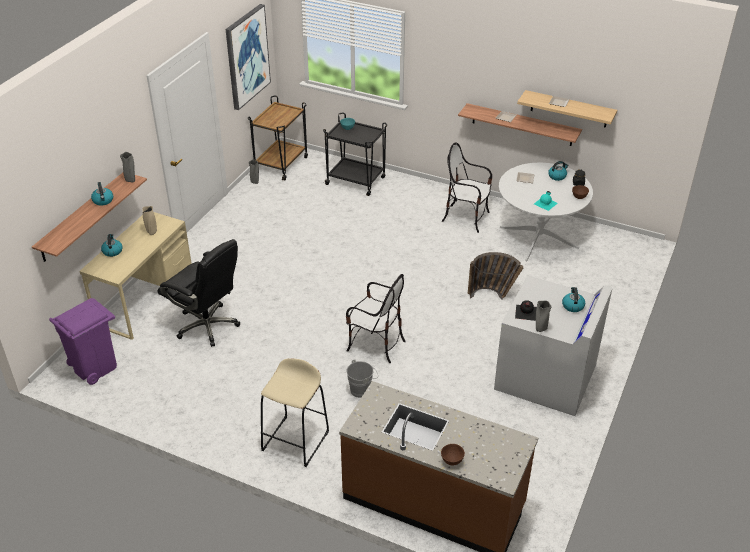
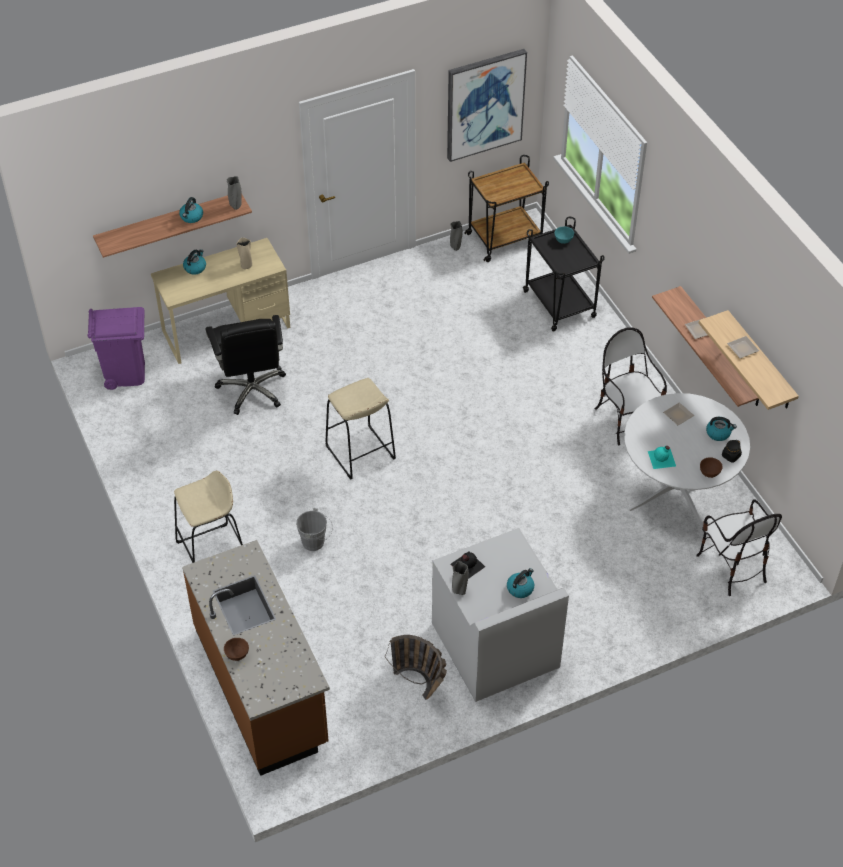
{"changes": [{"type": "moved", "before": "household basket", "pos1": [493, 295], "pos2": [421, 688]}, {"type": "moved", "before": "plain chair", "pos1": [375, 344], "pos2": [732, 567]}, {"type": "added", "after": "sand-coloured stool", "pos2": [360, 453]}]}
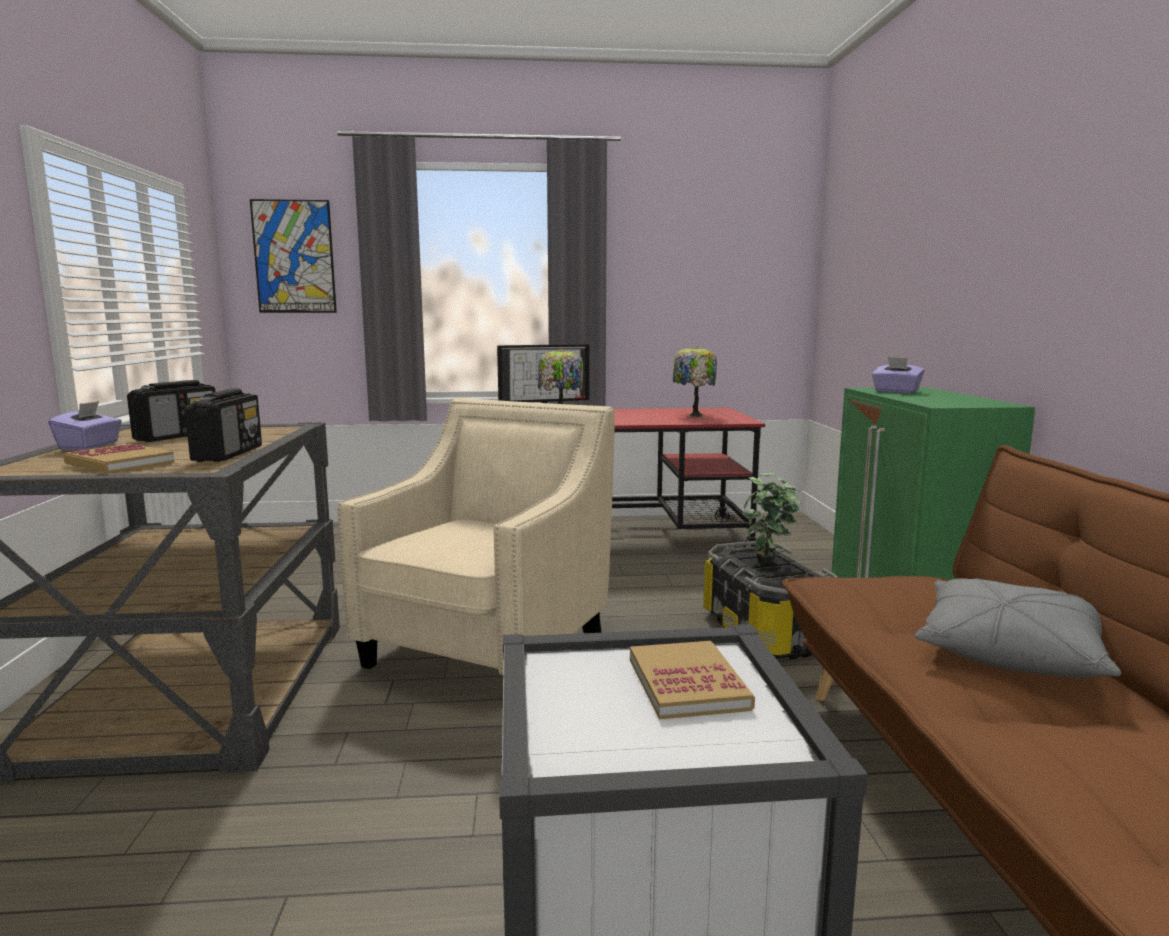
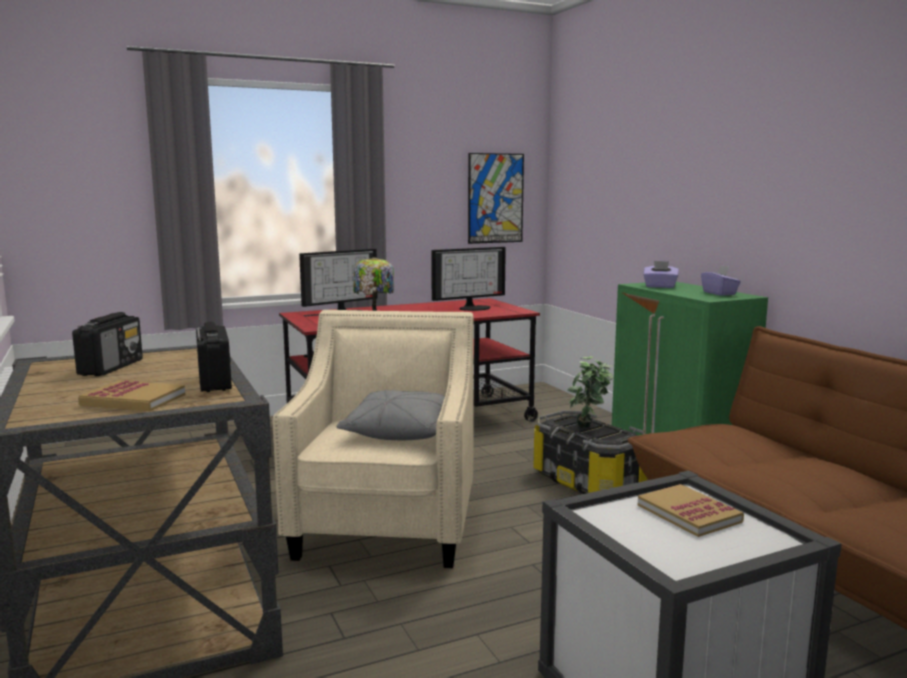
{"changes": [{"type": "moved", "before": "picture", "pos1": [294, 257], "pos2": [495, 198]}, {"type": "replaced", "before": "lamp for a table", "after": "monitor", "pos1": [693, 415], "pos2": [473, 308]}, {"type": "moved", "before": "purple-coloured tissue holder", "pos1": [90, 446], "pos2": [719, 293]}, {"type": "moved", "before": "grey pillow", "pos1": [1008, 651], "pos2": [400, 432]}]}
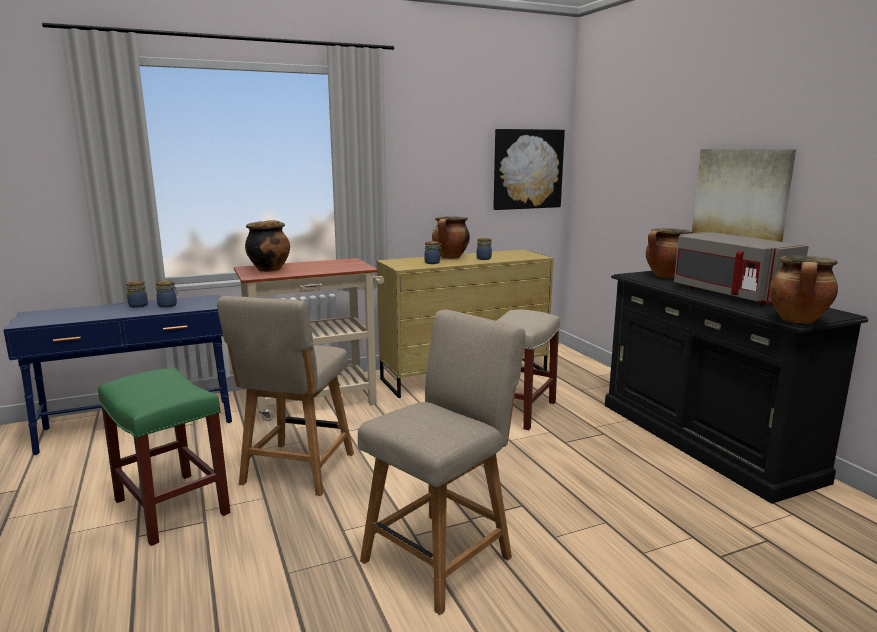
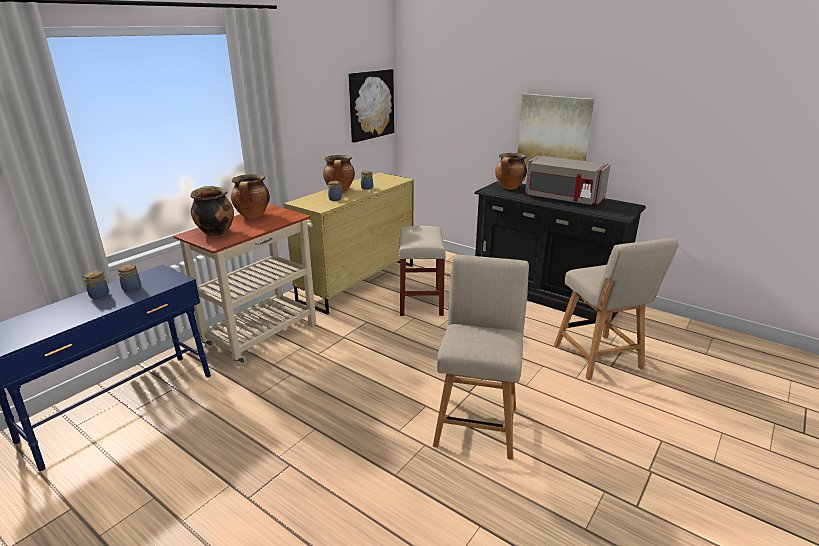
{"changes": [{"type": "moved", "before": "stockpot", "pos1": [798, 320], "pos2": [253, 216]}, {"type": "moved", "before": "sand-coloured plain chair", "pos1": [296, 471], "pos2": [599, 359]}, {"type": "removed", "before": "greenish stool", "pos1": [173, 507]}]}
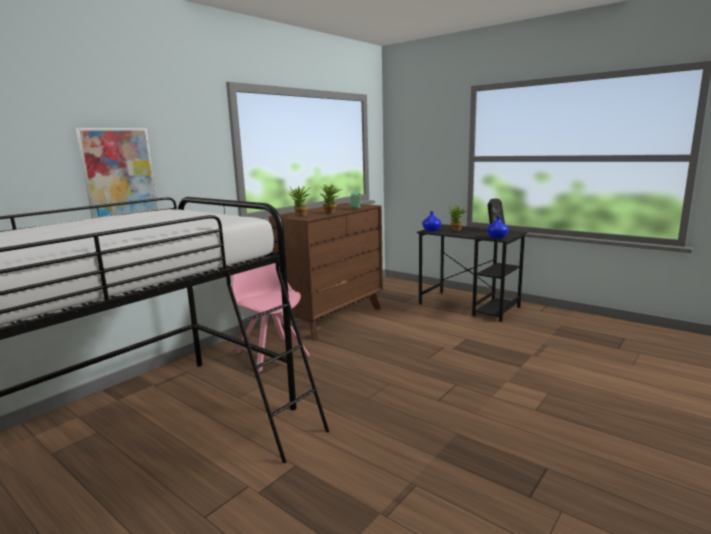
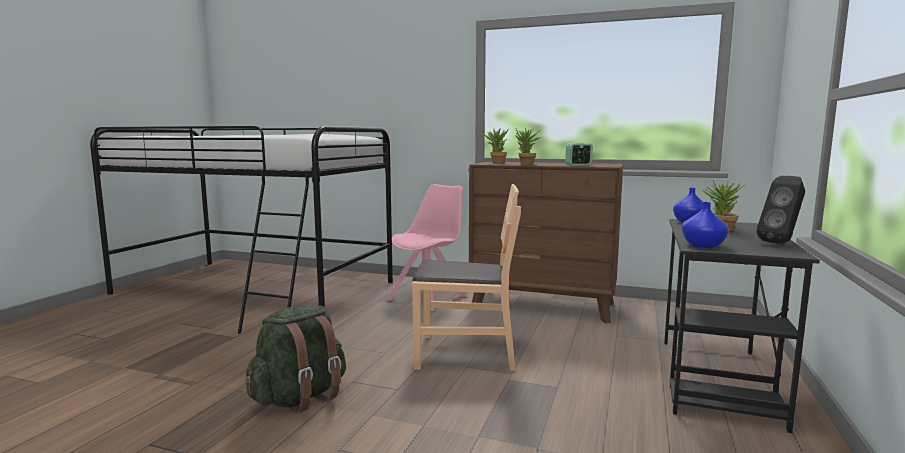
{"changes": [{"type": "removed", "before": "picture", "pos1": [119, 172]}, {"type": "added", "after": "brown plain chair", "pos2": [465, 353]}, {"type": "added", "after": "greenish knapsack", "pos2": [300, 398]}]}
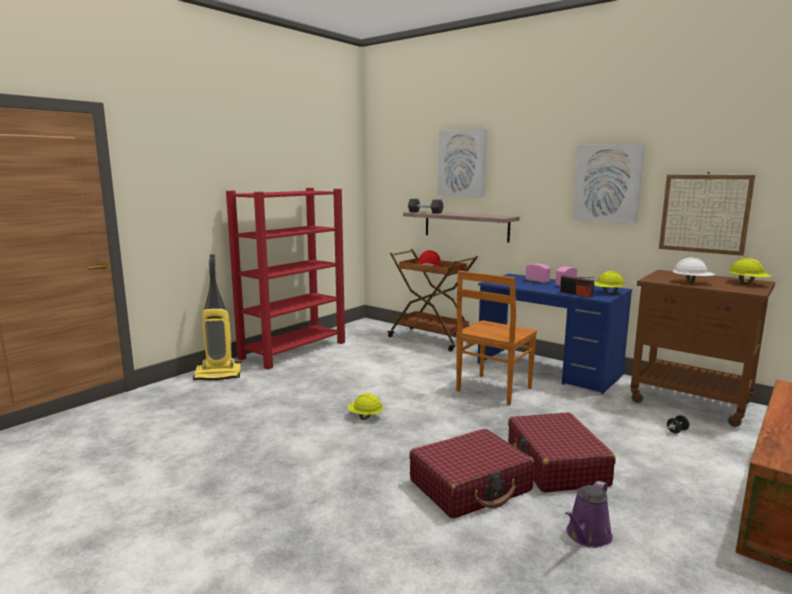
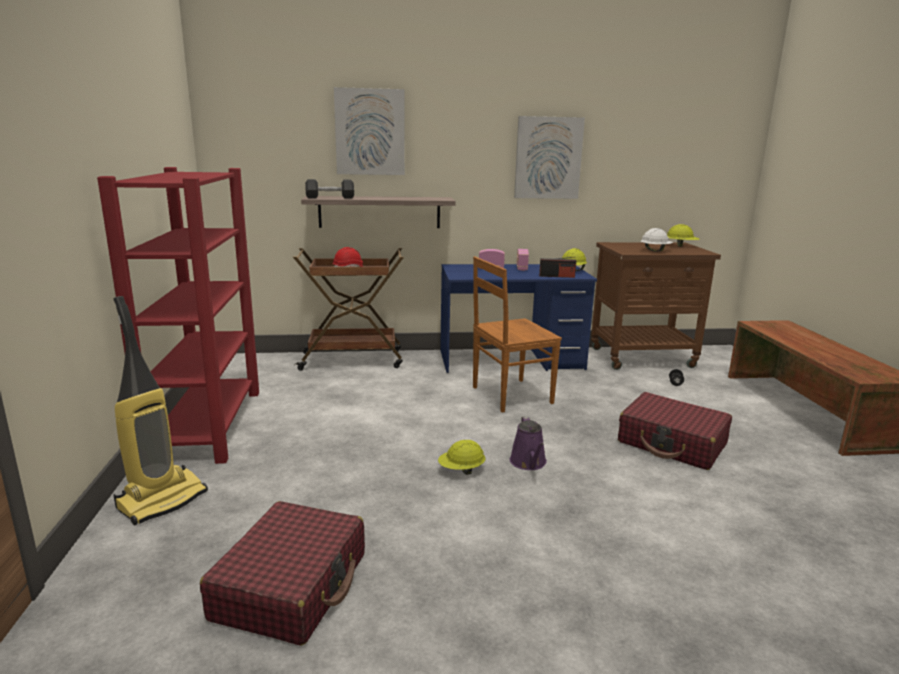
{"changes": [{"type": "removed", "before": "picture", "pos1": [704, 212]}, {"type": "turned", "before": "brown plain chair", "pos1": [493, 390], "pos2": [509, 395], "turn": 75}, {"type": "moved", "before": "red-coloured suitcase", "pos1": [470, 486], "pos2": [292, 586]}, {"type": "moved", "before": "purple-coloured watering can", "pos1": [587, 536], "pos2": [529, 463]}]}
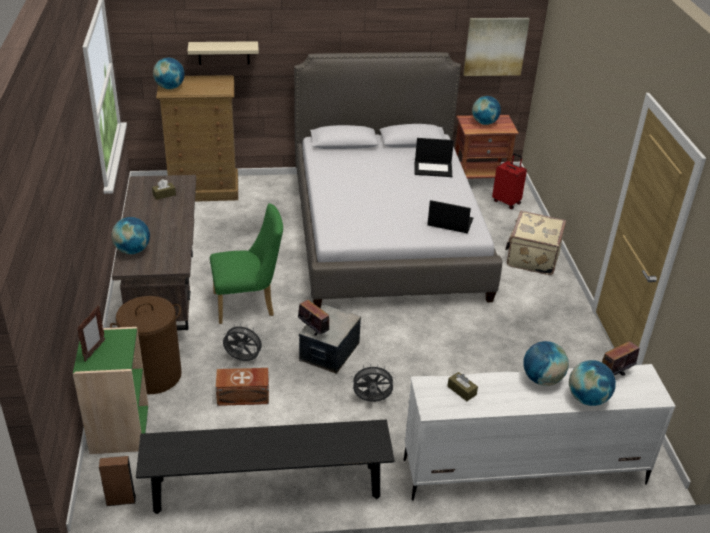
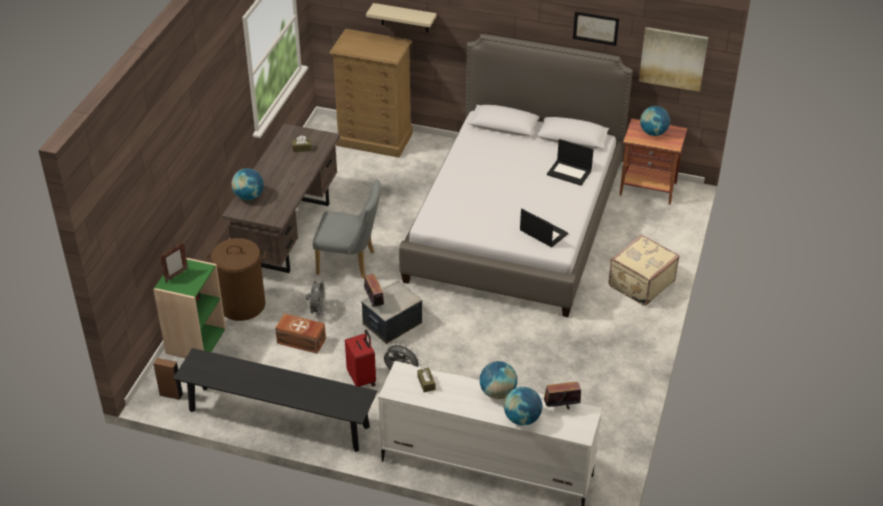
{"changes": [{"type": "removed", "before": "desk globe", "pos1": [170, 87]}, {"type": "moved", "before": "red-coloured suitcase", "pos1": [507, 202], "pos2": [362, 379]}, {"type": "recoloured", "before": "greenish plain chair", "after": "grey plain chair", "pos1": [249, 304], "pos2": [350, 263]}, {"type": "turned", "before": "grey cooling fan", "pos1": [242, 359], "pos2": [318, 311], "turn": 60}, {"type": "added", "after": "picture", "pos2": [595, 28]}]}
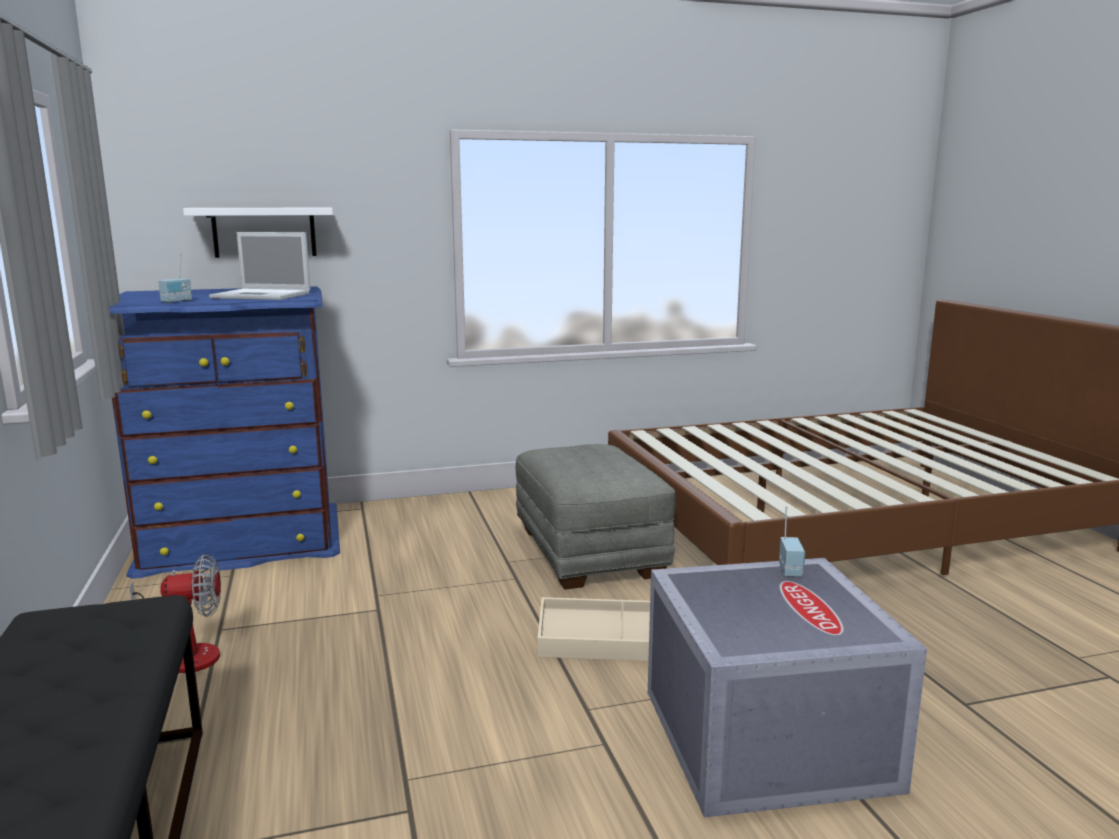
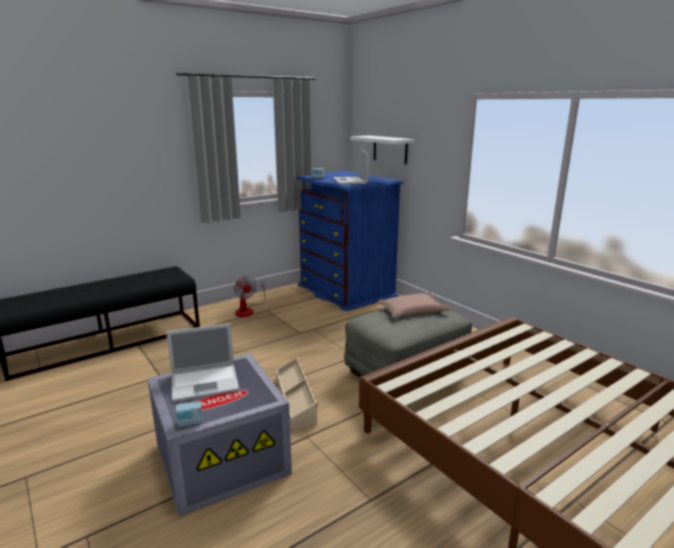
{"changes": [{"type": "moved", "before": "radio", "pos1": [791, 570], "pos2": [190, 423]}, {"type": "added", "after": "sand-coloured pillow", "pos2": [413, 310]}, {"type": "added", "after": "laptop", "pos2": [206, 382]}]}
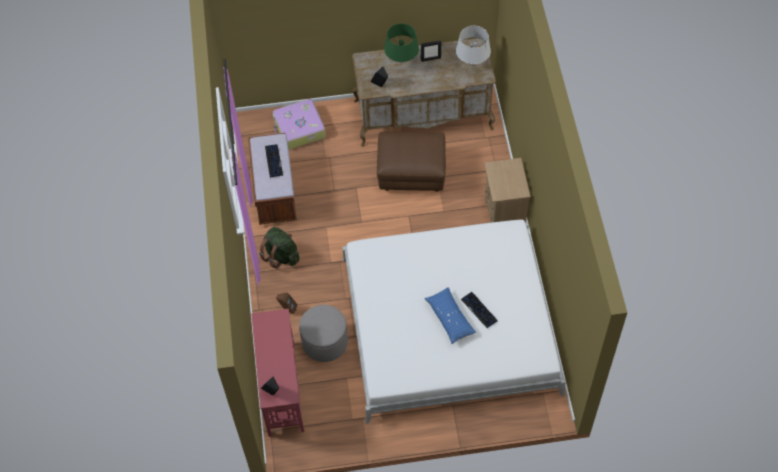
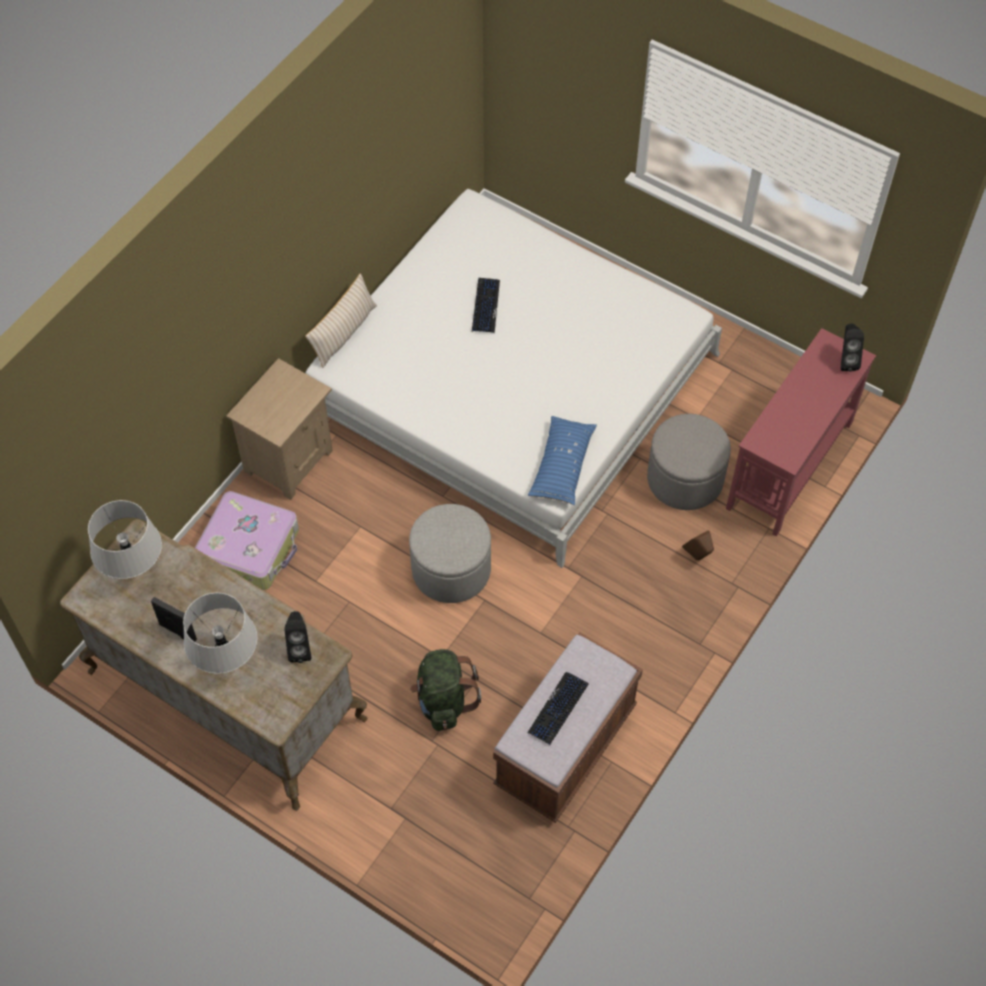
{"changes": [{"type": "recoloured", "before": "greenish lamp for a table", "after": "grey lamp for a table", "pos1": [401, 63], "pos2": [227, 661]}, {"type": "moved", "before": "suitcase", "pos1": [299, 129], "pos2": [250, 547]}, {"type": "removed", "before": "brown pouffe", "pos1": [411, 174]}, {"type": "moved", "before": "greenish knapsack", "pos1": [281, 255], "pos2": [444, 700]}, {"type": "moved", "before": "bluish pillow", "pos1": [449, 318], "pos2": [562, 466]}, {"type": "added", "after": "sand-coloured pillow", "pos2": [344, 333]}, {"type": "added", "after": "grey pouffe", "pos2": [451, 569]}]}
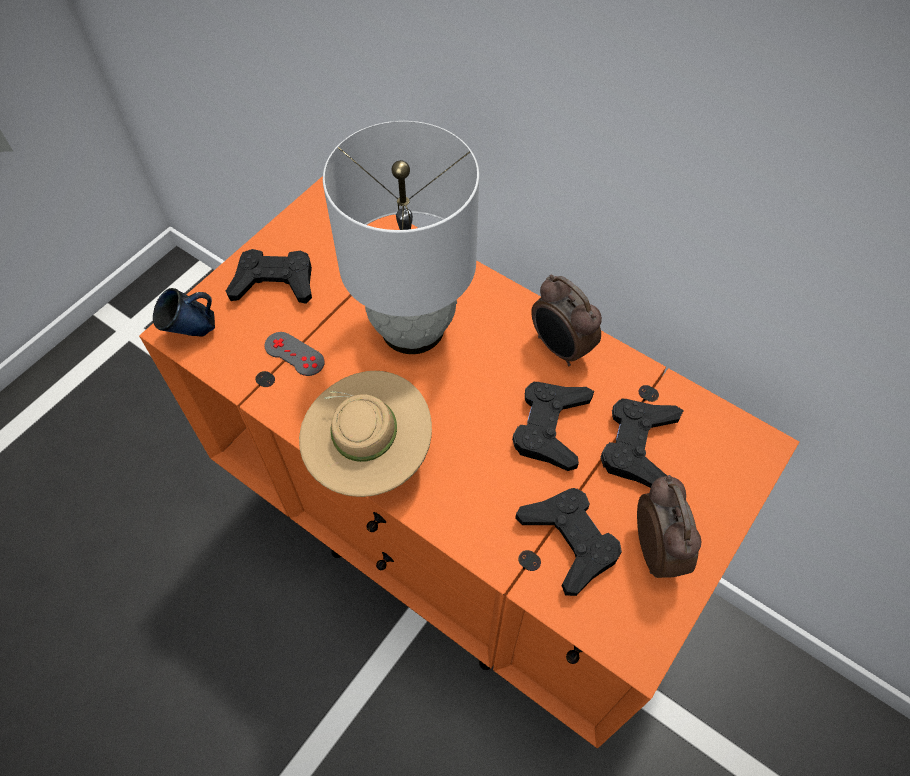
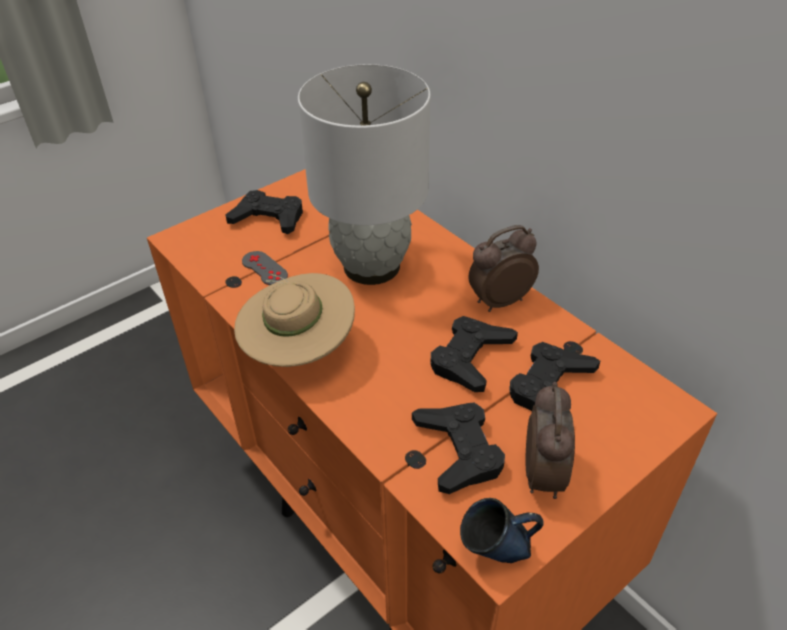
{"changes": [{"type": "turned", "before": "table clock", "pos1": [560, 348], "pos2": [498, 301], "turn": 90}, {"type": "moved", "before": "bluish mug", "pos1": [193, 332], "pos2": [497, 554]}]}
